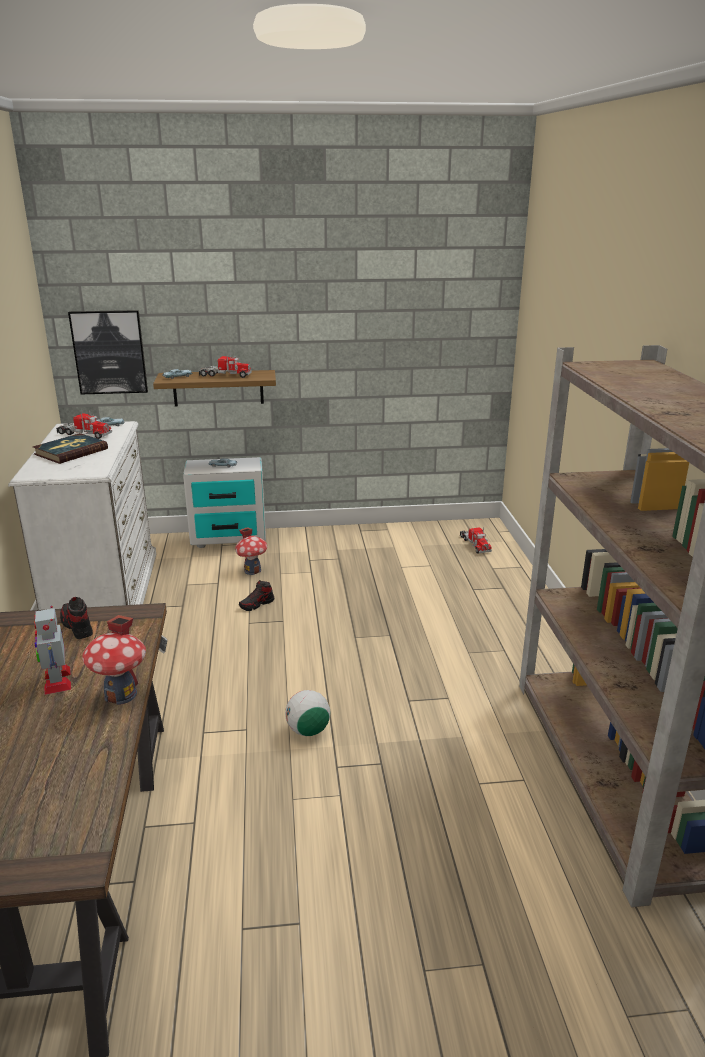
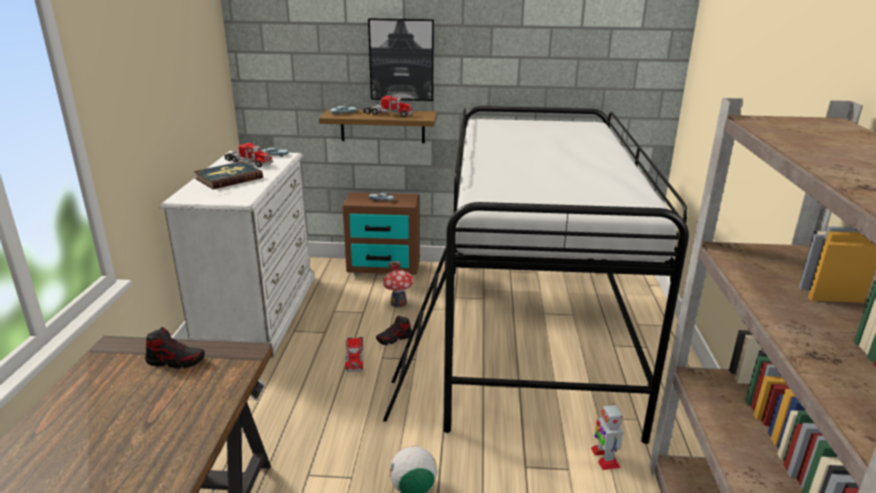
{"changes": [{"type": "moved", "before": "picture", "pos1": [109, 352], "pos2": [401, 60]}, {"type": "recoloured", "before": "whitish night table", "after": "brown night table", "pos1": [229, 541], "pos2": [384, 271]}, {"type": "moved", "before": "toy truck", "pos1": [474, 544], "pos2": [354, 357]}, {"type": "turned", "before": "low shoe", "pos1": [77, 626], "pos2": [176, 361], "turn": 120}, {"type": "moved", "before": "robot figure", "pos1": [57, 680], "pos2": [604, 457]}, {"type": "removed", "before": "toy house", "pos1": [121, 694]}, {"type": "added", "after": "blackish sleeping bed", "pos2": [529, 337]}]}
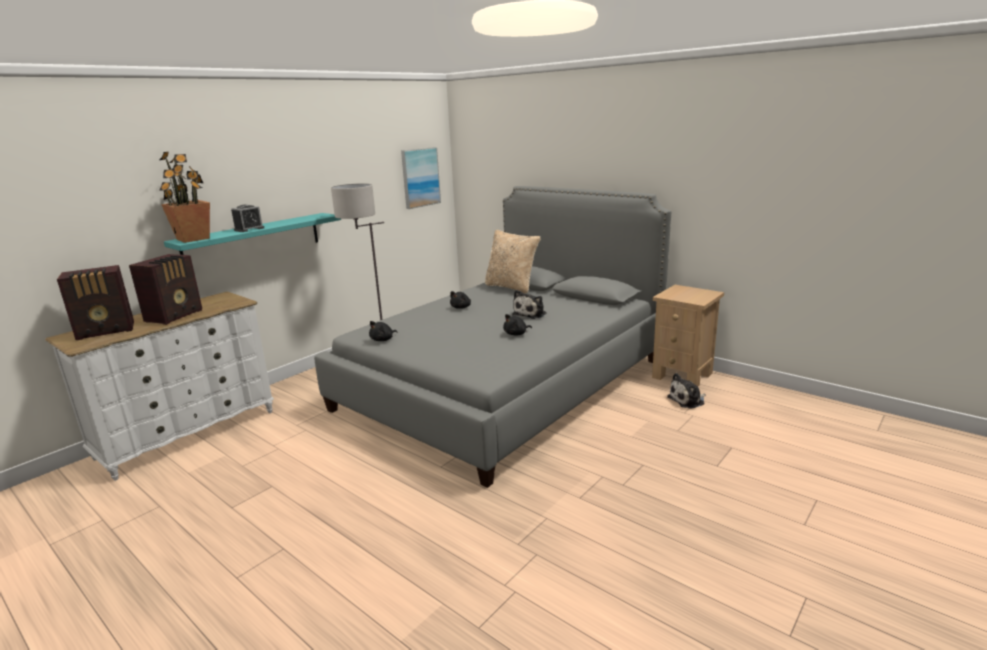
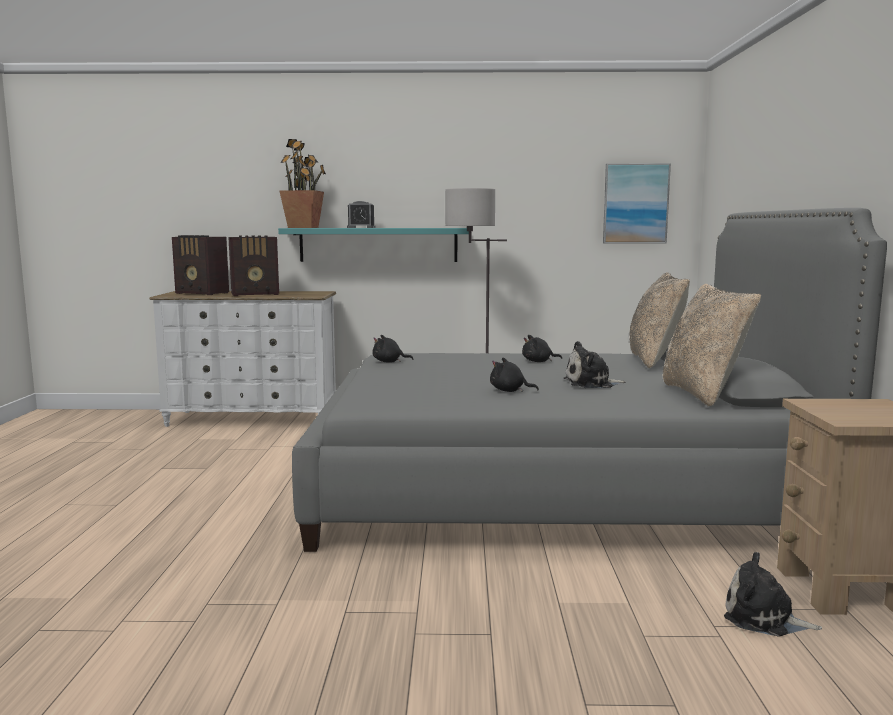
{"changes": [{"type": "added", "after": "sand-coloured pillow", "pos2": [702, 396]}]}
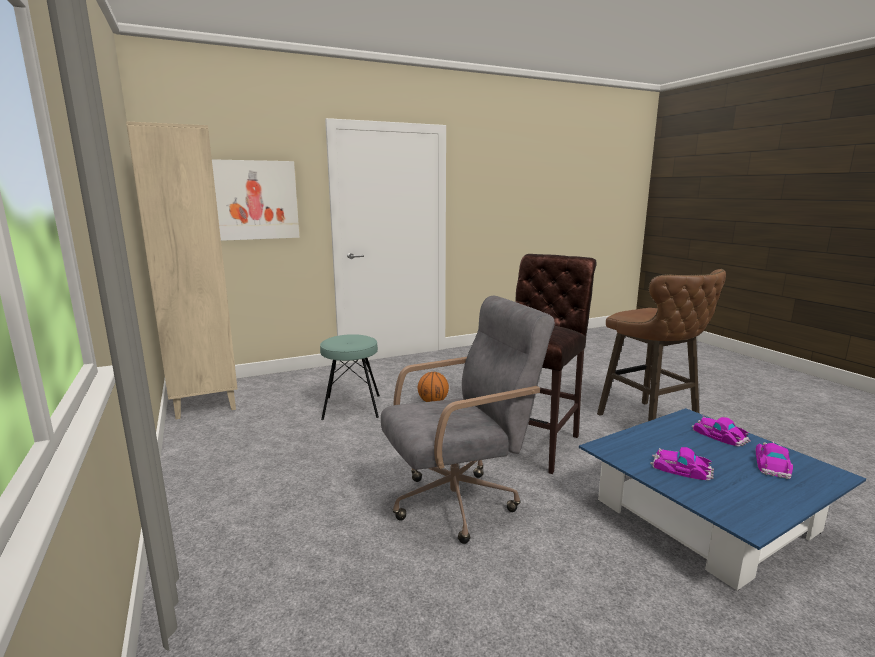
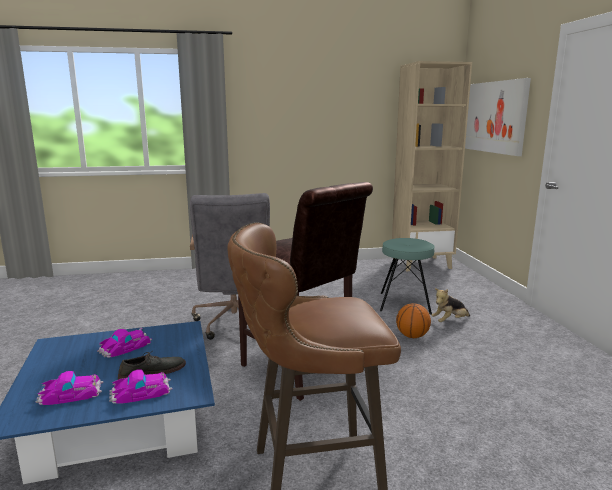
{"changes": [{"type": "turned", "before": "toy car", "pos1": [772, 464], "pos2": [71, 394], "turn": -60}, {"type": "added", "after": "plush toy", "pos2": [450, 321]}, {"type": "added", "after": "grey low shoe", "pos2": [152, 372]}]}
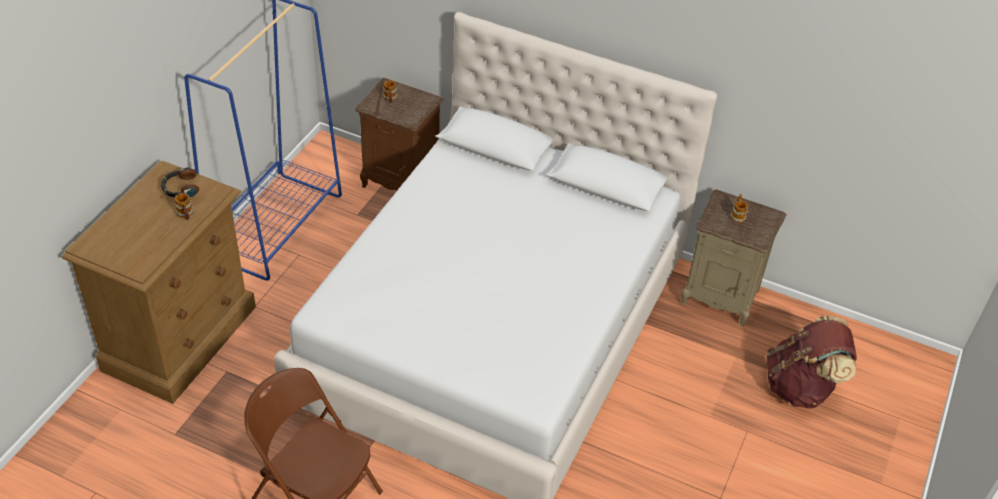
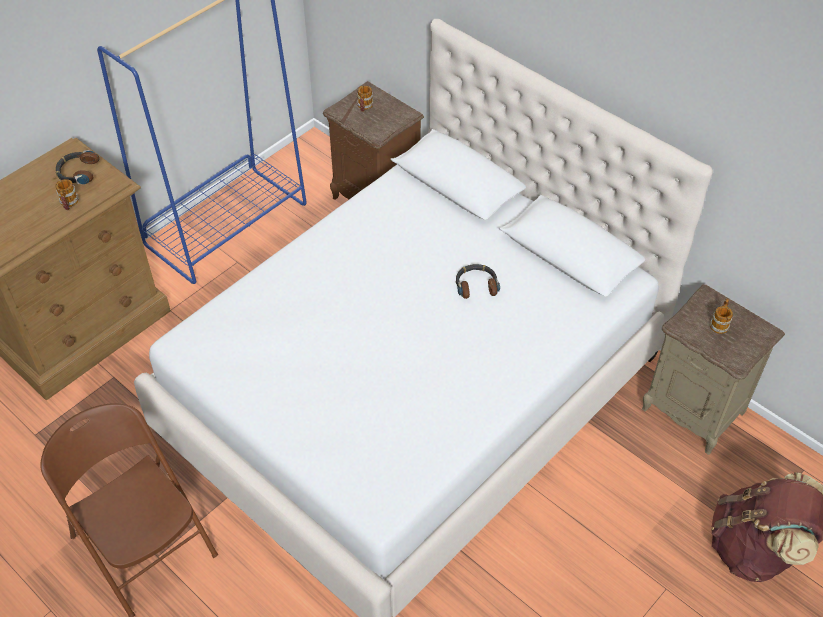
{"changes": [{"type": "added", "after": "headphones", "pos2": [476, 285]}]}
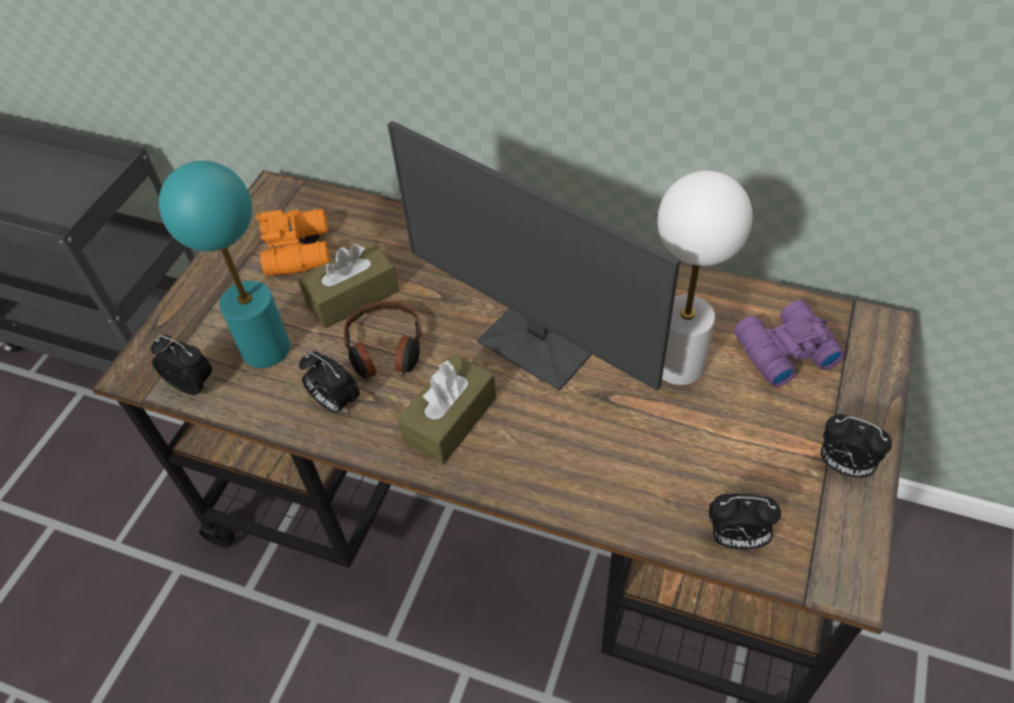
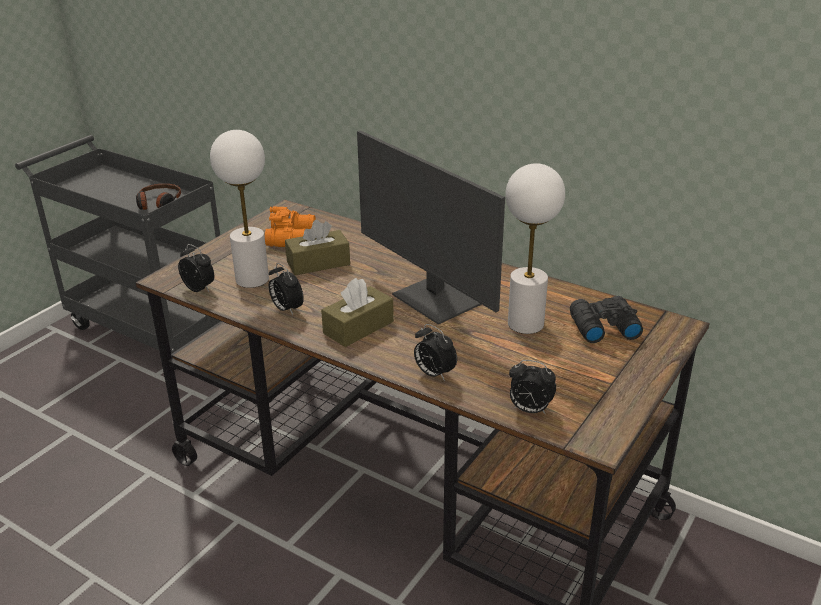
{"changes": [{"type": "recoloured", "before": "turquoise-coloured lamp for a table", "after": "whitish lamp for a table", "pos1": [266, 348], "pos2": [252, 279]}, {"type": "recoloured", "before": "purple-coloured field glasses", "after": "blackish field glasses", "pos1": [782, 351], "pos2": [602, 327]}, {"type": "moved", "before": "headphones", "pos1": [385, 350], "pos2": [159, 204]}, {"type": "moved", "before": "table clock", "pos1": [843, 466], "pos2": [433, 374]}]}
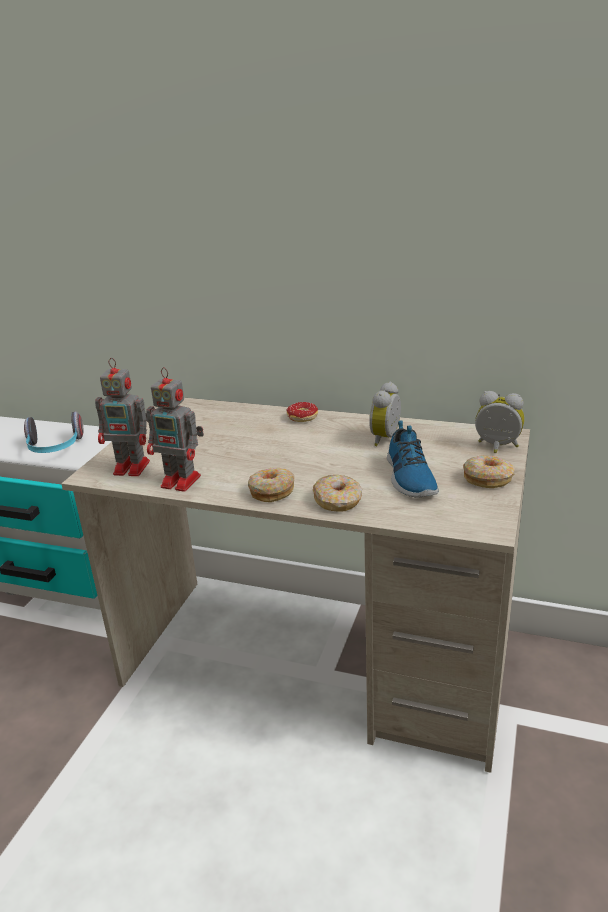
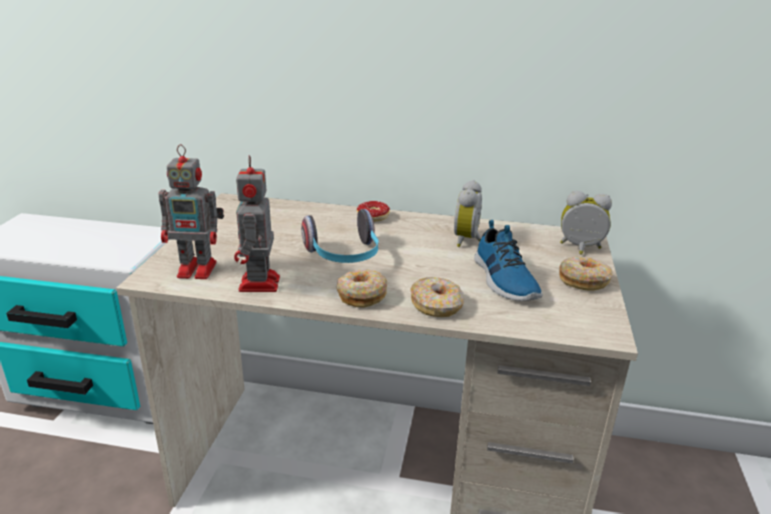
{"changes": [{"type": "turned", "before": "robot figure", "pos1": [182, 481], "pos2": [259, 285], "turn": 75}, {"type": "moved", "before": "headphones", "pos1": [55, 448], "pos2": [344, 256]}]}
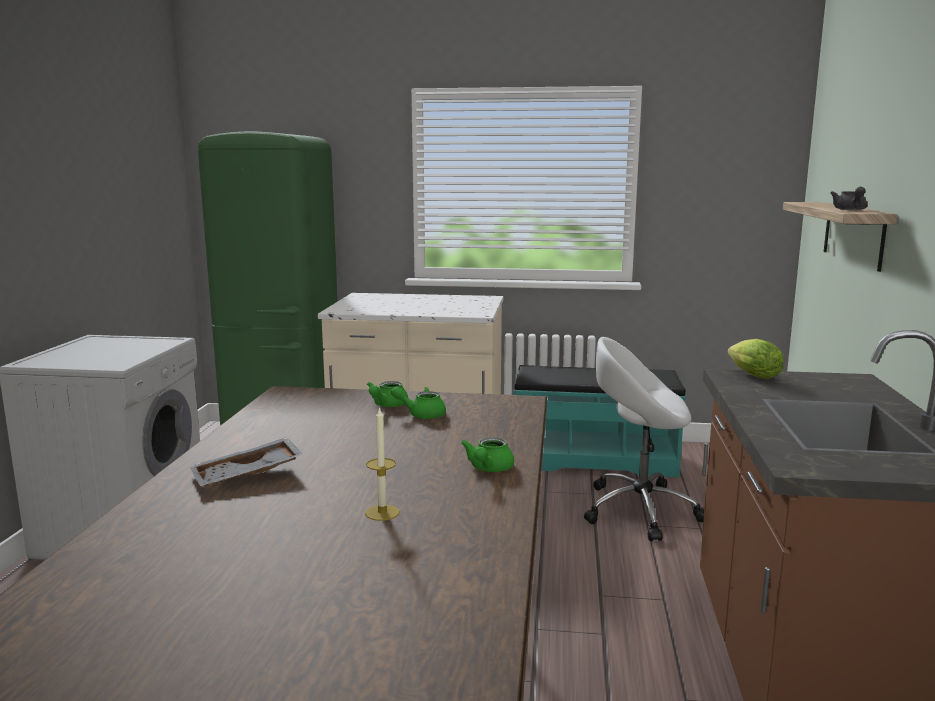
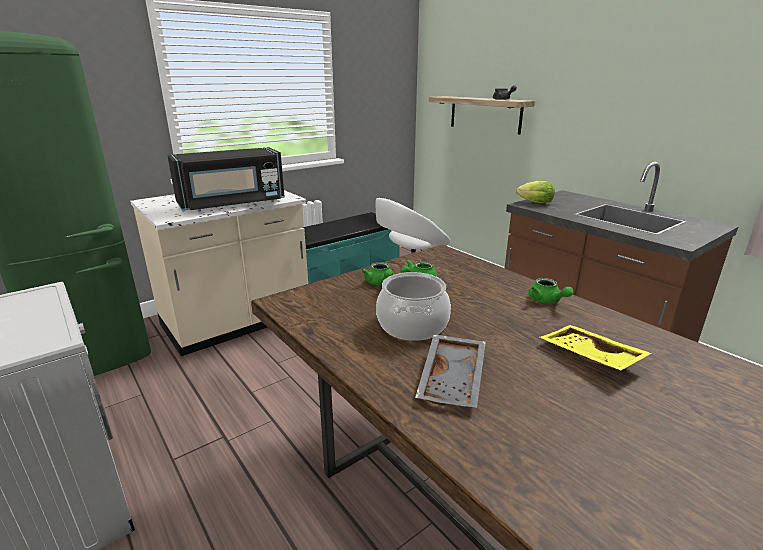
{"changes": [{"type": "replaced", "before": "wax light", "after": "yellow carrying tray", "pos1": [382, 512], "pos2": [588, 357]}, {"type": "added", "after": "blackish kitchen microwave", "pos2": [232, 204]}, {"type": "added", "after": "stockpot", "pos2": [413, 325]}]}
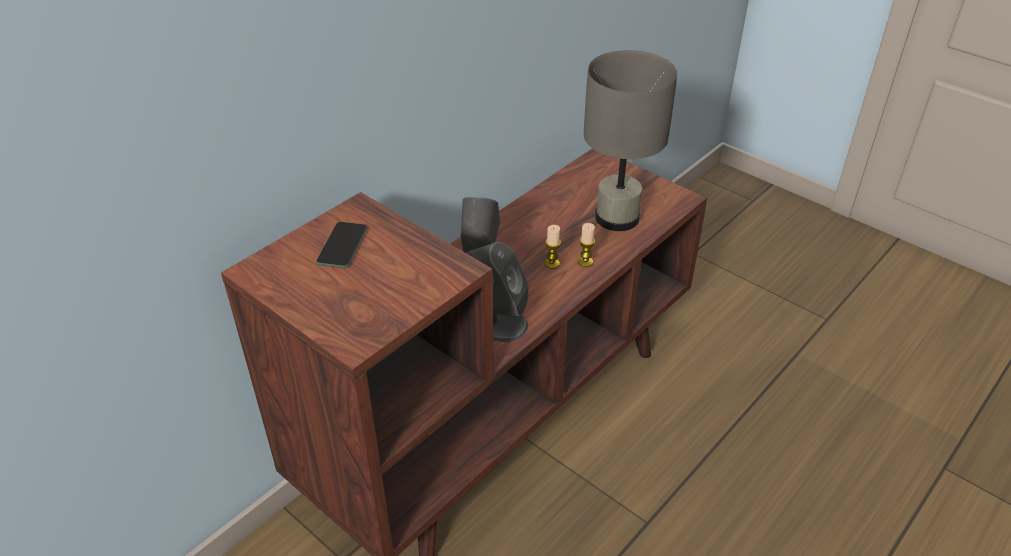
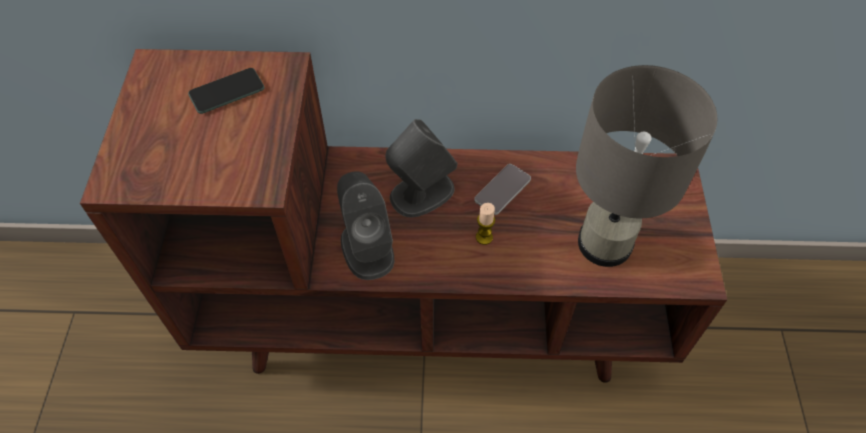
{"changes": [{"type": "removed", "before": "wax light", "pos1": [585, 262]}, {"type": "added", "after": "telephone", "pos2": [502, 190]}]}
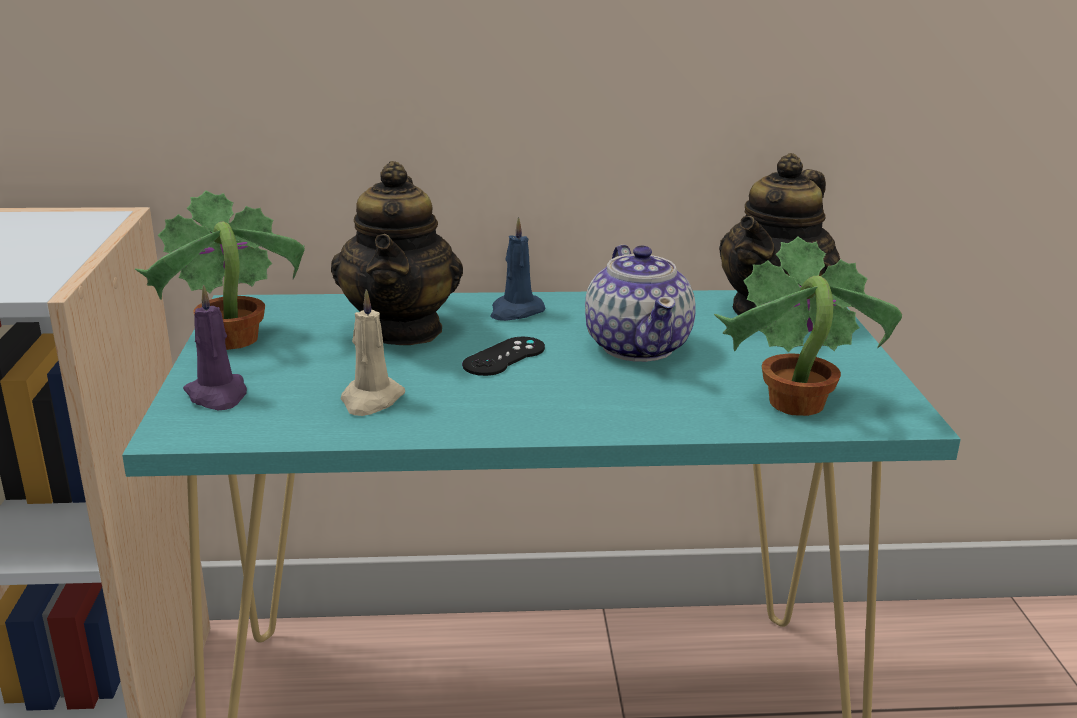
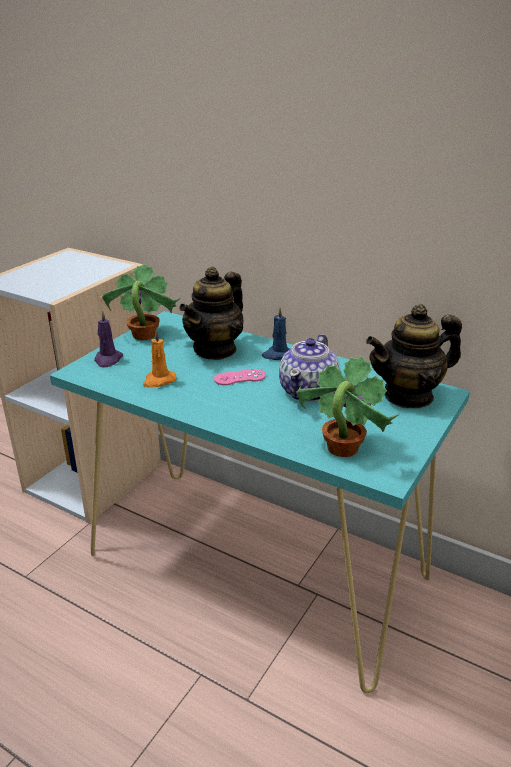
{"changes": [{"type": "recoloured", "before": "sand-coloured wax light", "after": "orange-coloured wax light", "pos1": [371, 400], "pos2": [159, 381]}, {"type": "recoloured", "before": "blackish game controller", "after": "pinkish game controller", "pos1": [504, 357], "pos2": [240, 377]}]}
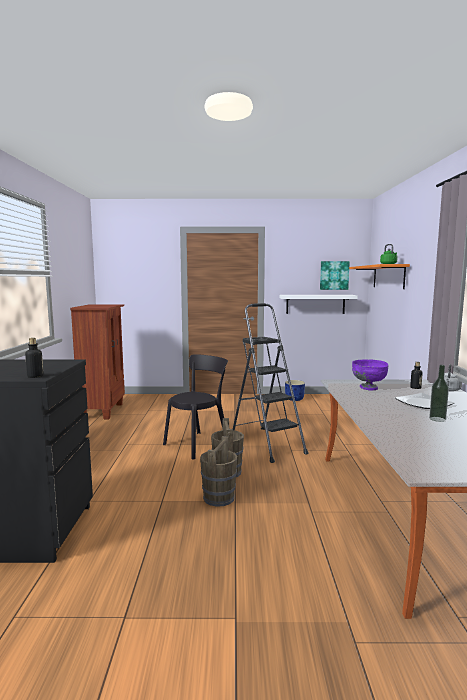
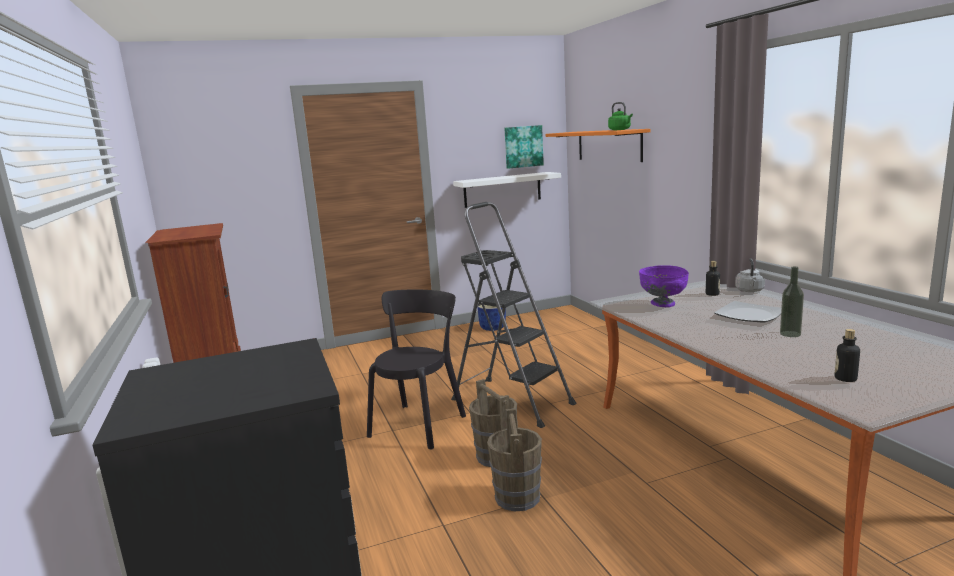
{"changes": [{"type": "moved", "before": "drink bottle", "pos1": [35, 376], "pos2": [845, 378]}]}
